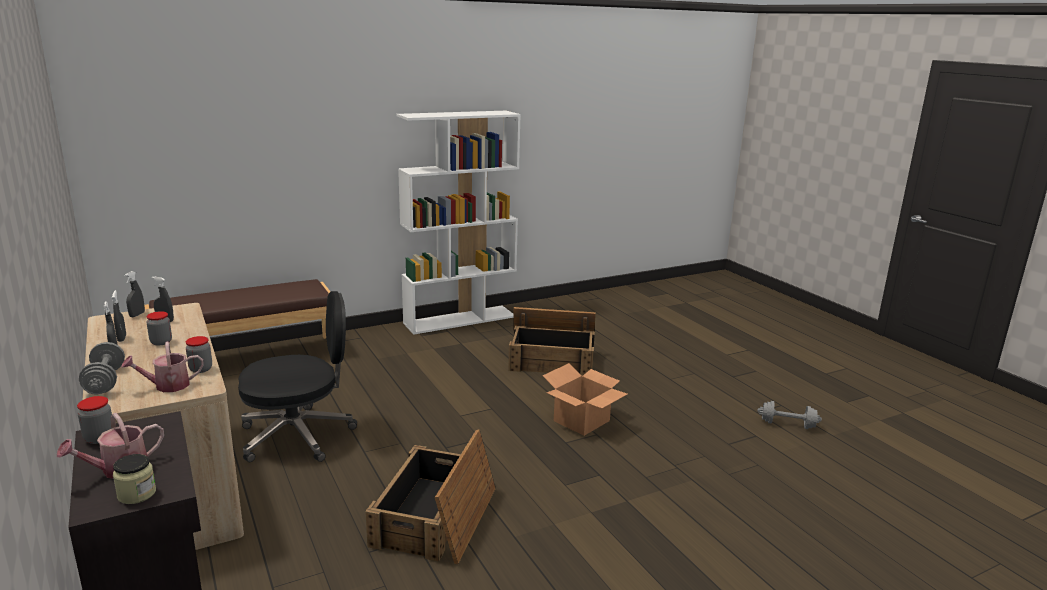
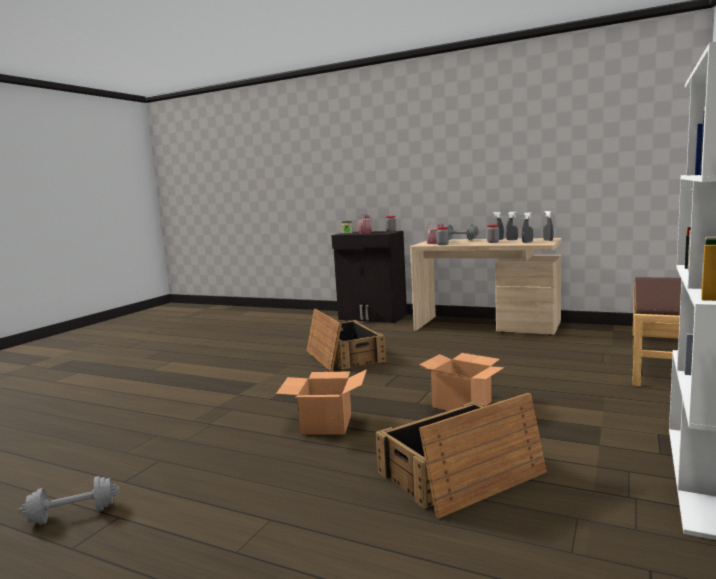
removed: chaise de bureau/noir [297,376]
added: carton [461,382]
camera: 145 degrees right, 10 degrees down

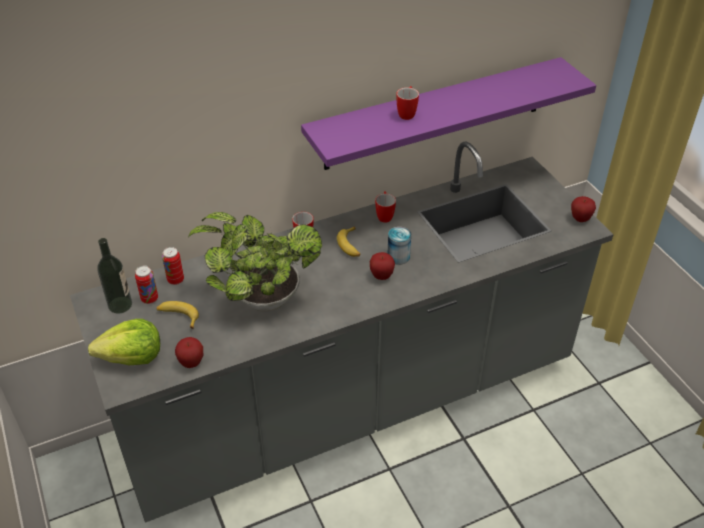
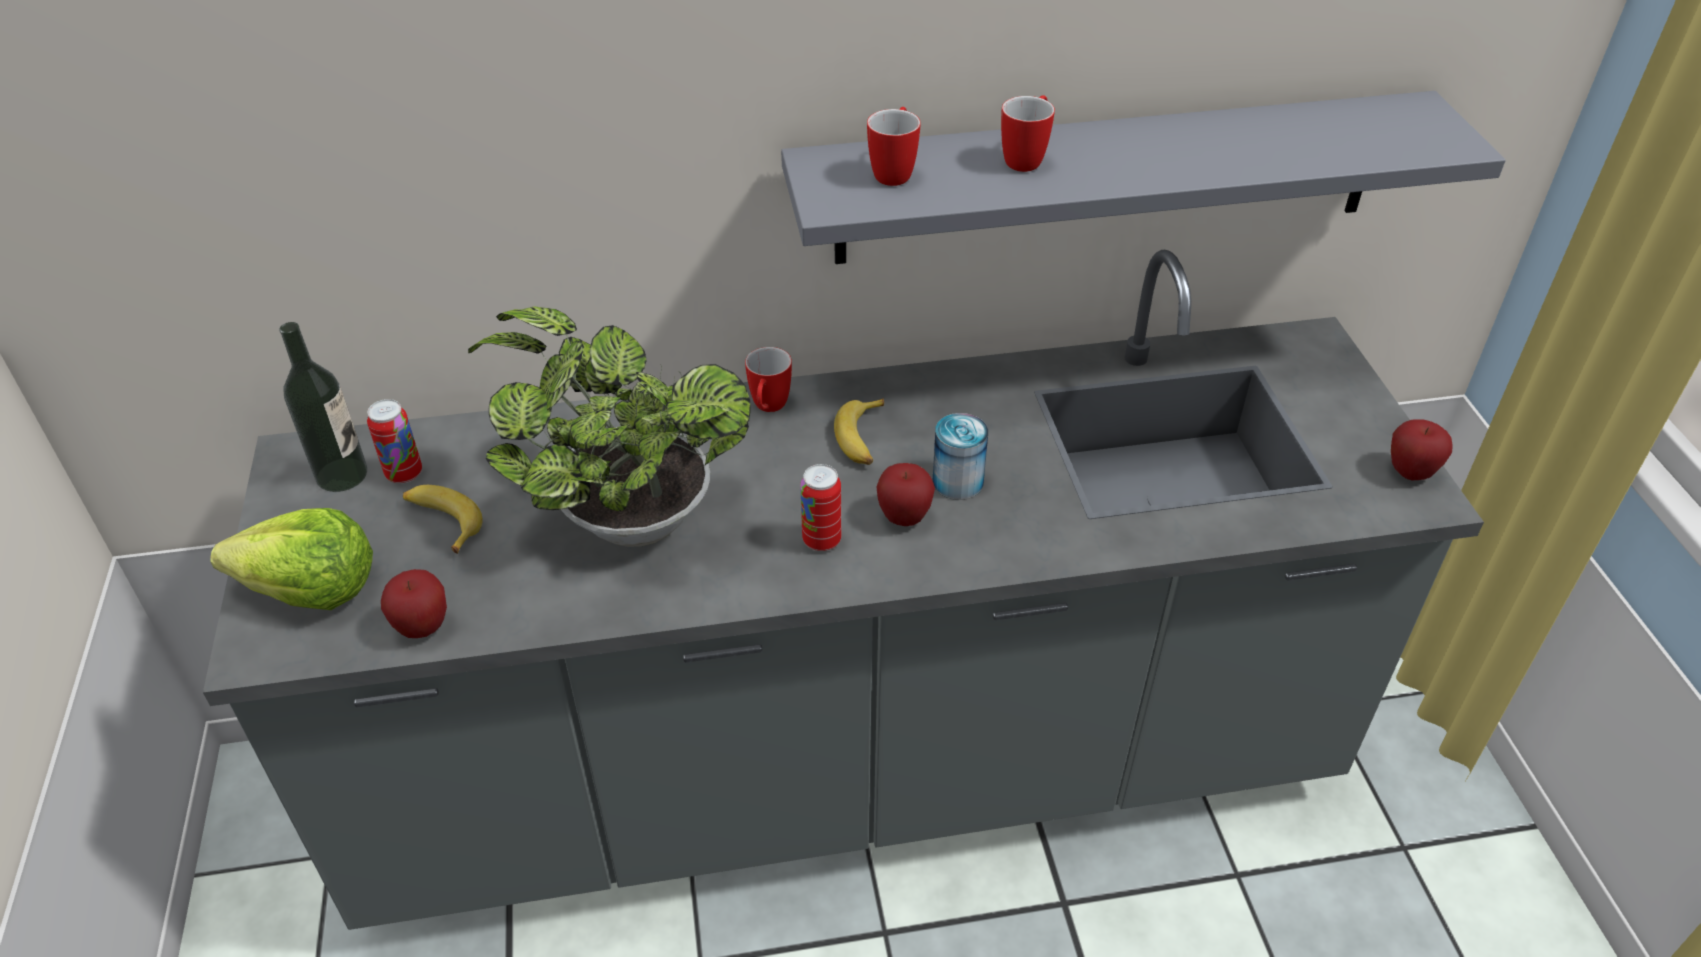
moved: boîte métallique [173,266] to [820,507]; mug [385,207] to [894,146]
recoloured: étagère/violet [448,113] to étagère/gris [1143,177]
camera: 15 degrees right, 0 degrees up

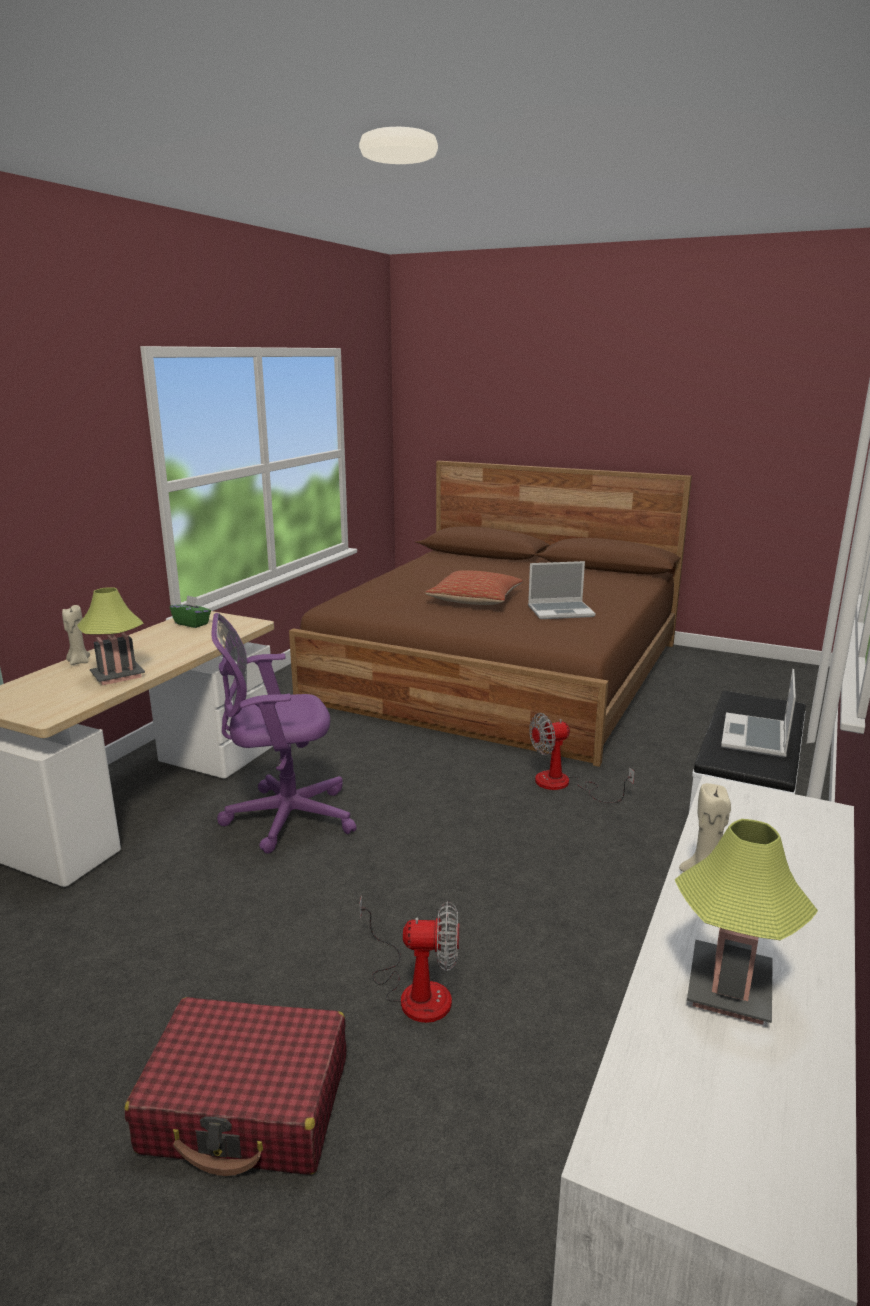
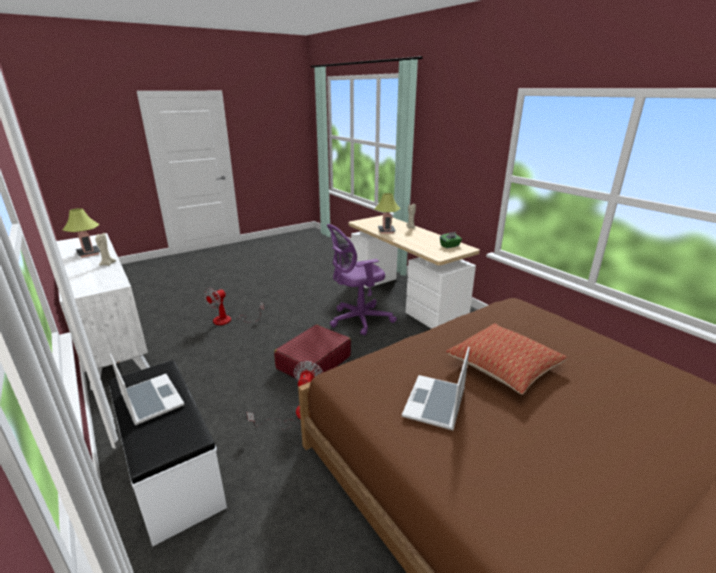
moved: valise/rouge [235,1086] to [312,351]
turned: chaise de bureau/violet [284,733] = [362,280] 135 degrees counterclockwise
camera: 120 degrees right, 5 degrees up

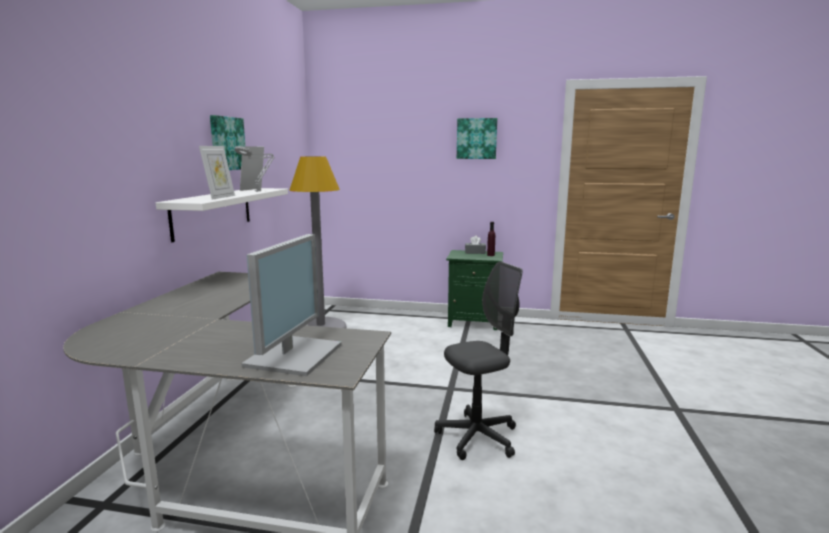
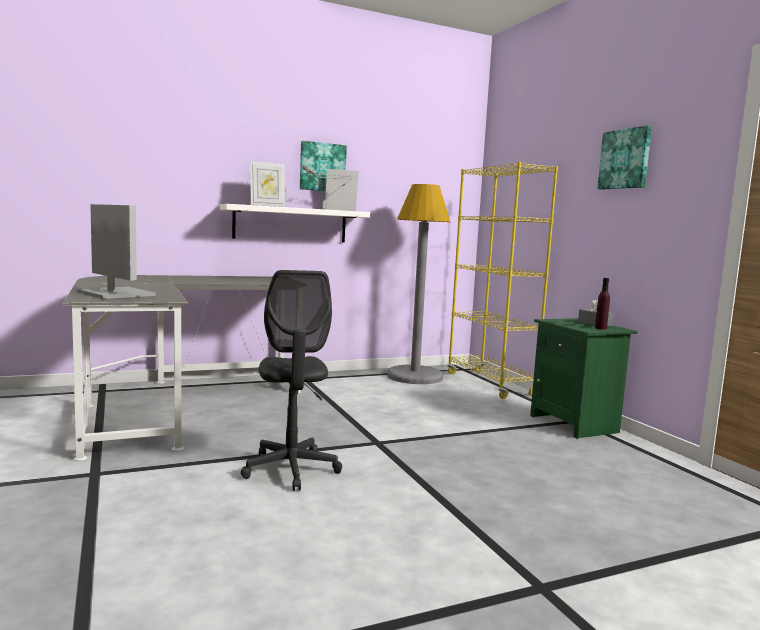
added: bibliothèque/jaune [502,280]
turned: écran d'ordinateur [291,305] = [116,251] 120 degrees counterclockwise; chaise de bureau/gris [478,360] = [291,380] 45 degrees clockwise
camera: 55 degrees right, 5 degrees down

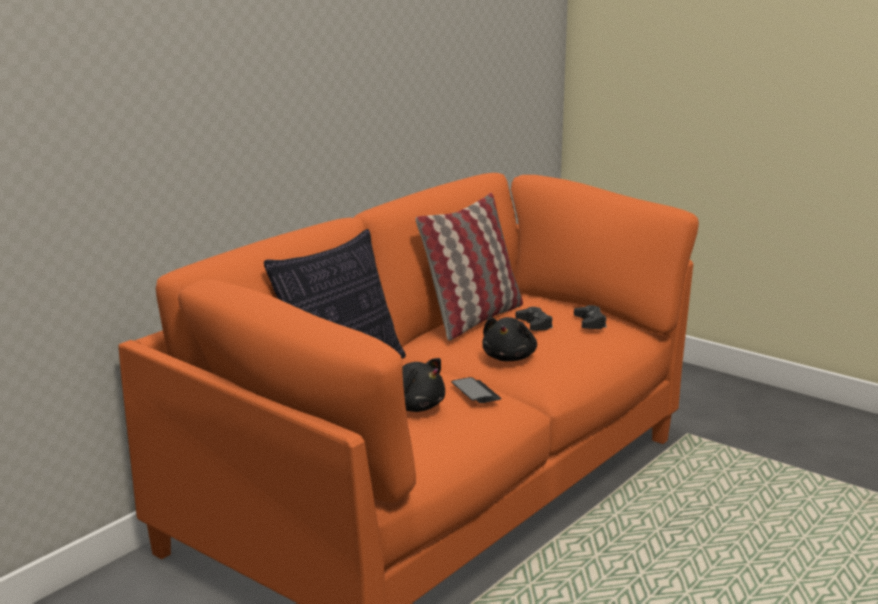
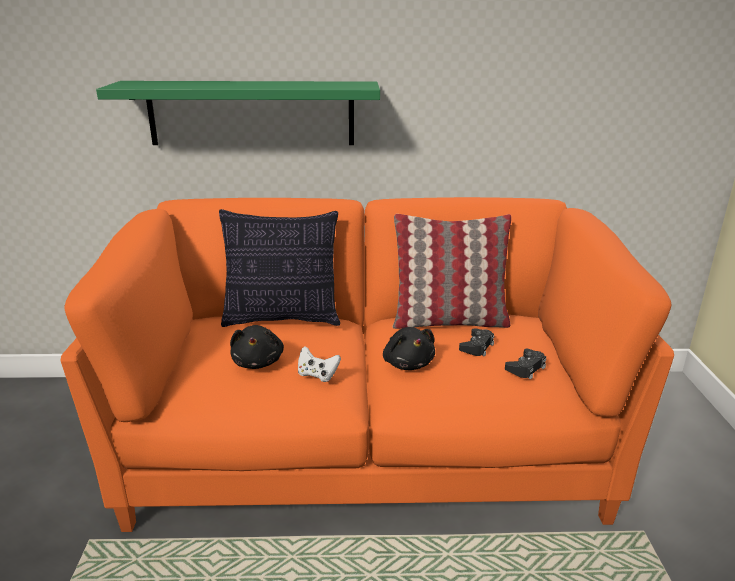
added: étagère/vert [238,113]
replaced: téléphone [476,390] to manette/blanc [319,364]
turned: peluche/noir [509,339] = [409,348] 90 degrees counterclockwise
camera: 50 degrees right, 5 degrees up

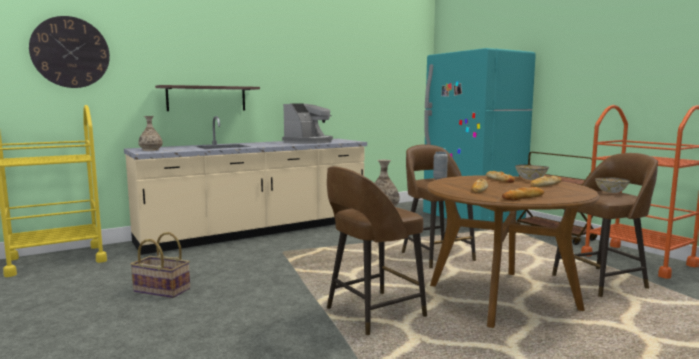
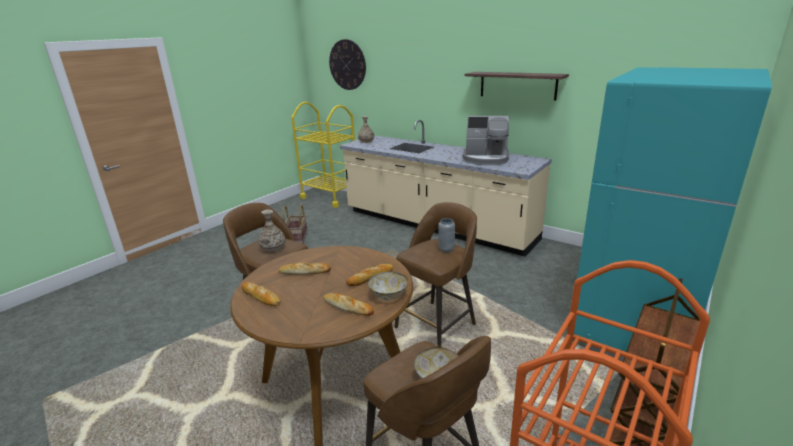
moved: étagère [207,98] to [517,86]
camera: 70 degrees right, 15 degrees up

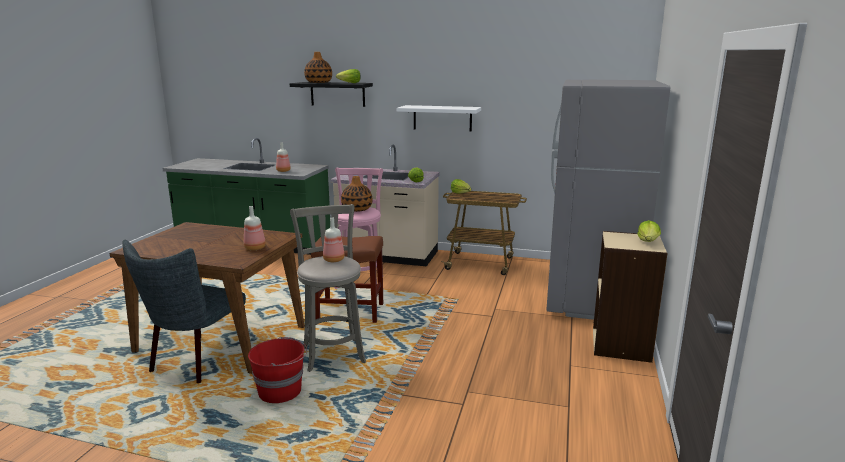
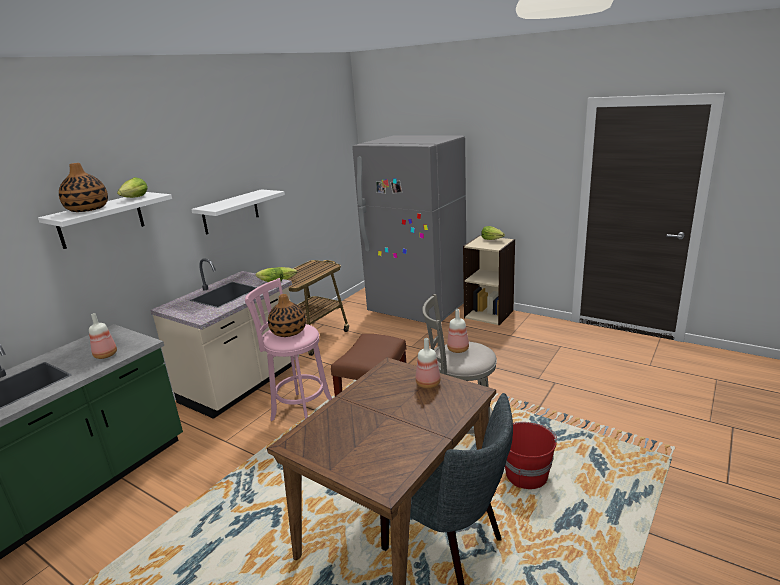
recoloured: étagère/noir [331,94] to étagère/blanc [105,220]
camera: 70 degrees left, 5 degrees up

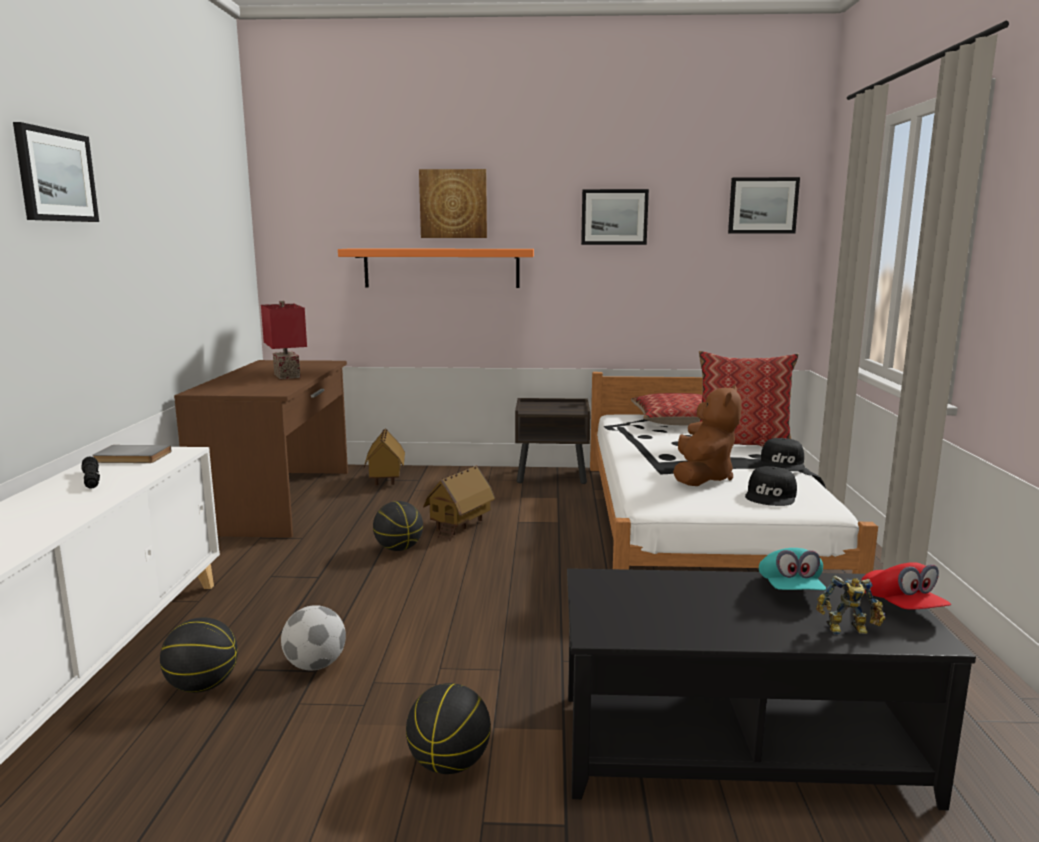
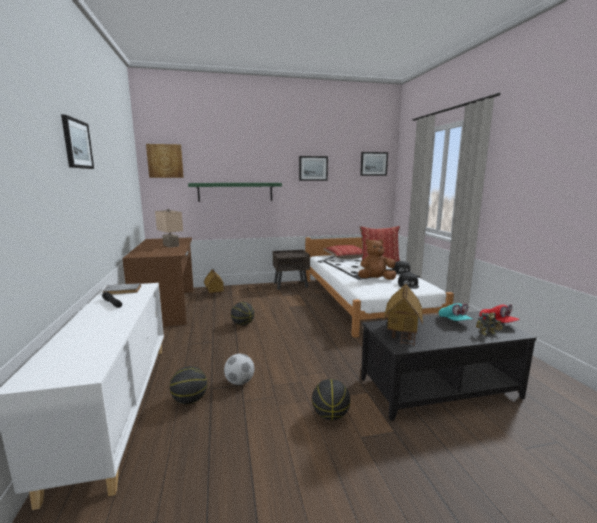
moved: tableau [453,203] to [165,161]; maison miniature [459,503] to [403,315]
recoloured: lampe de table/rouge [284,340] to lampe de table/beige [169,228]; étagère/orange [436,268] to étagère/vert [235,192]
turned: peluche/marron [707,435] = [377,259] 105 degrees counterclockwise
camera: 15 degrees left, 0 degrees up

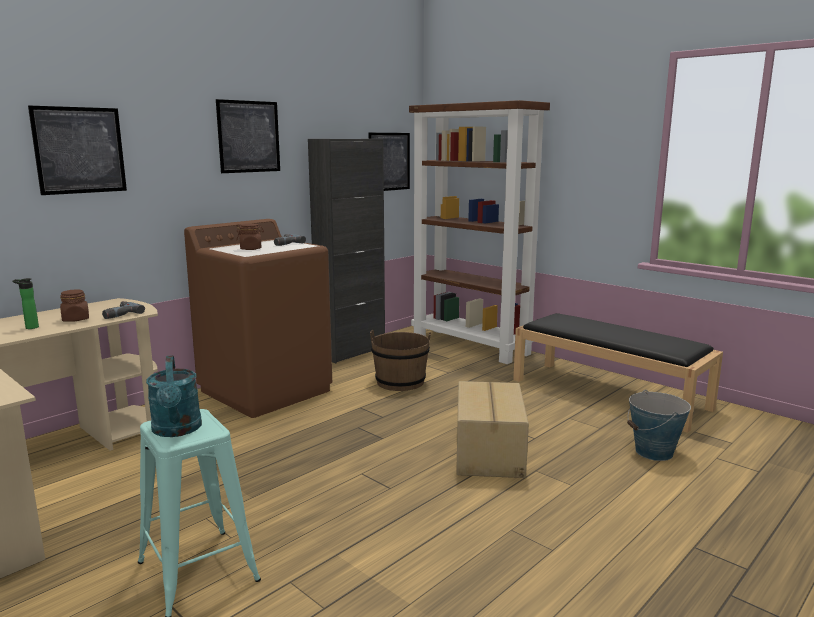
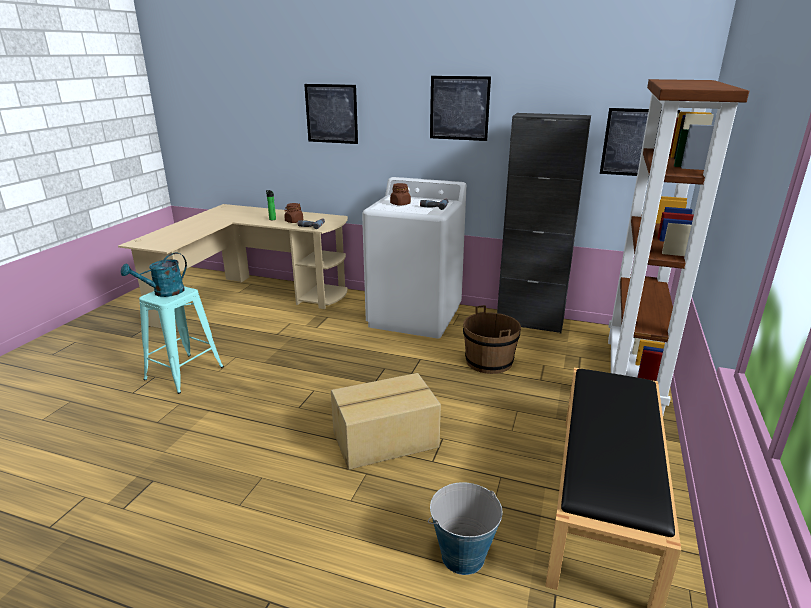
recoloured: lave-linge/marron [258,318] to lave-linge/blanc [414,258]
camera: 65 degrees right, 10 degrees up

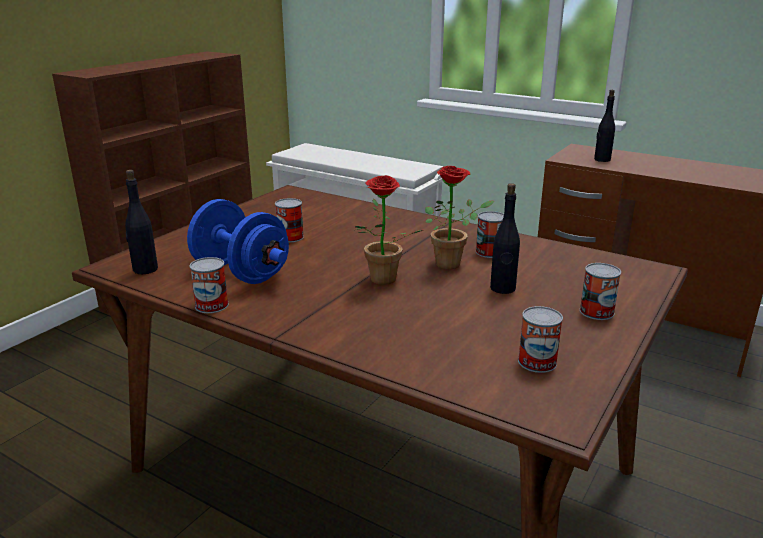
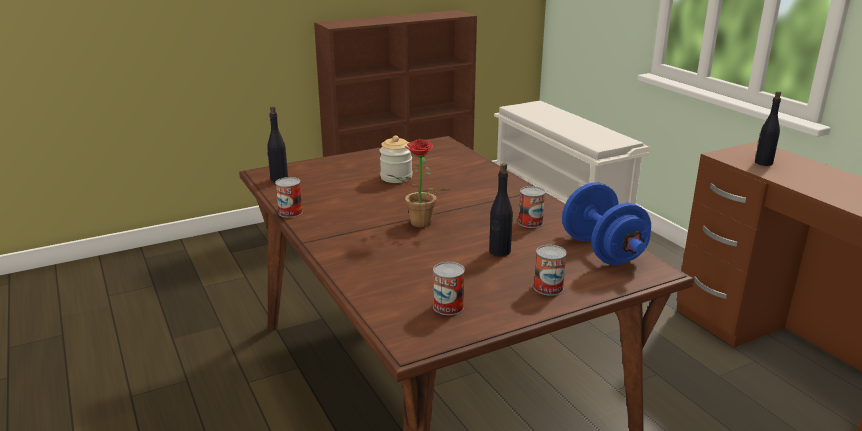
removed: plante en pot [459,217]
moved: haltère/bleu [238,241] to [606,223]
replaced: boîte métallique [289,220] to bocal [396,159]
camera: 30 degrees right, 0 degrees up

